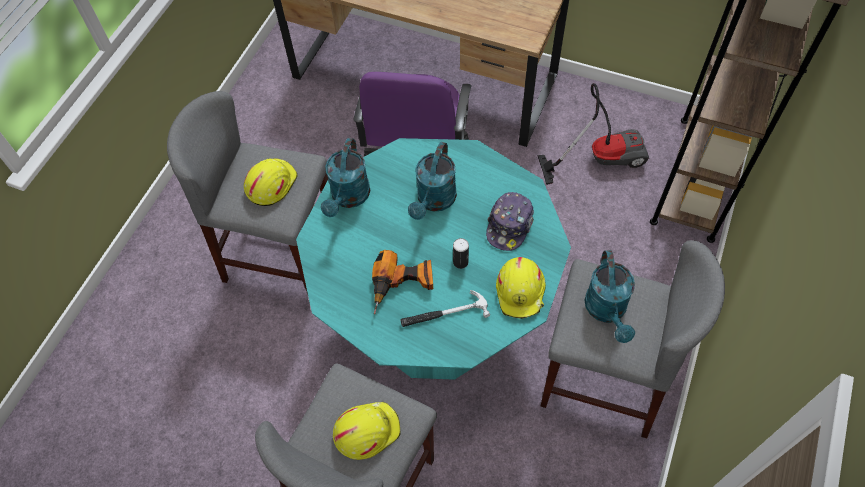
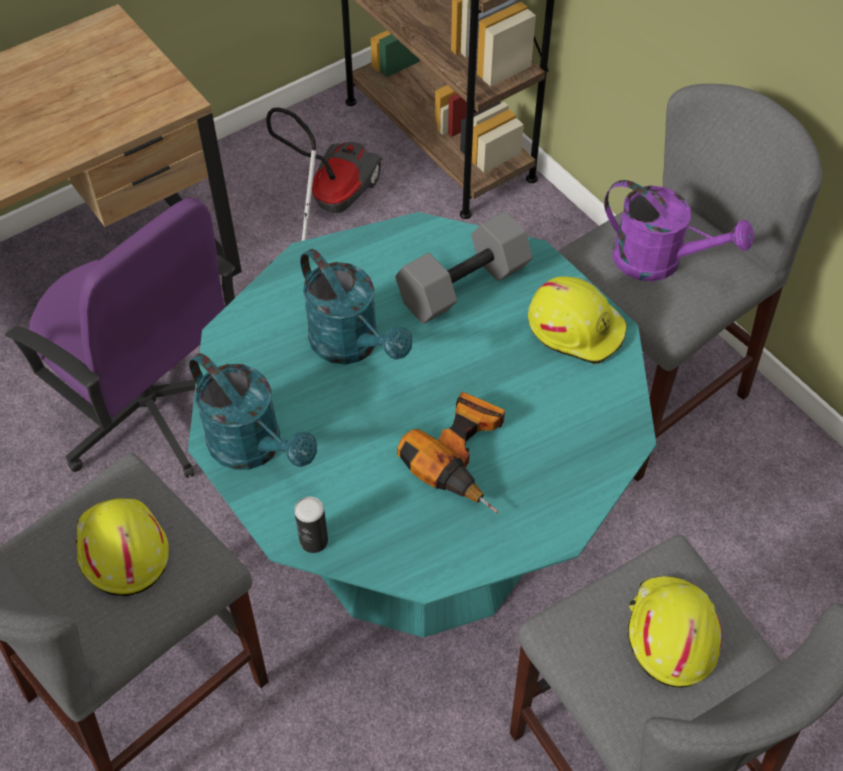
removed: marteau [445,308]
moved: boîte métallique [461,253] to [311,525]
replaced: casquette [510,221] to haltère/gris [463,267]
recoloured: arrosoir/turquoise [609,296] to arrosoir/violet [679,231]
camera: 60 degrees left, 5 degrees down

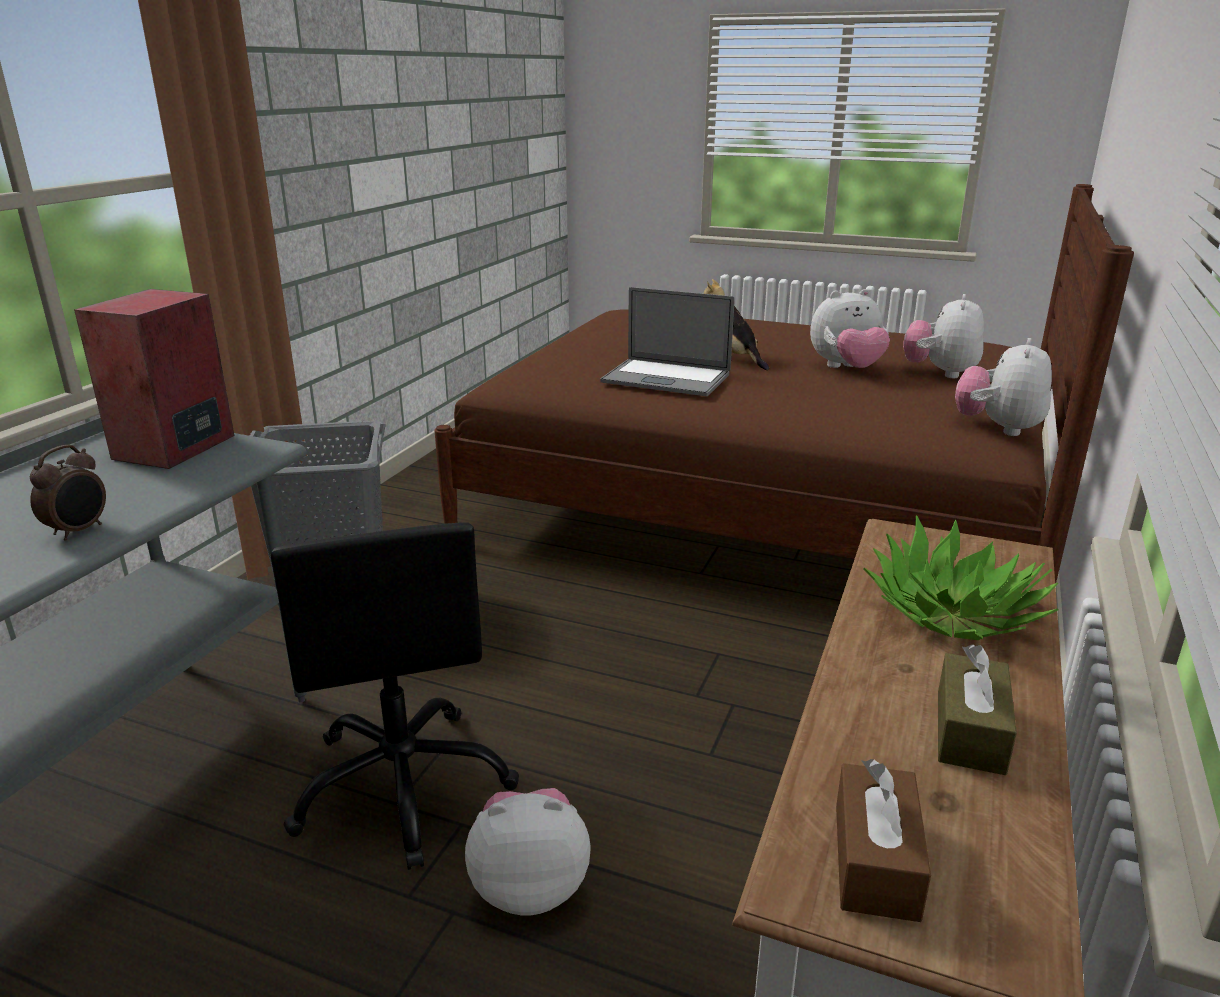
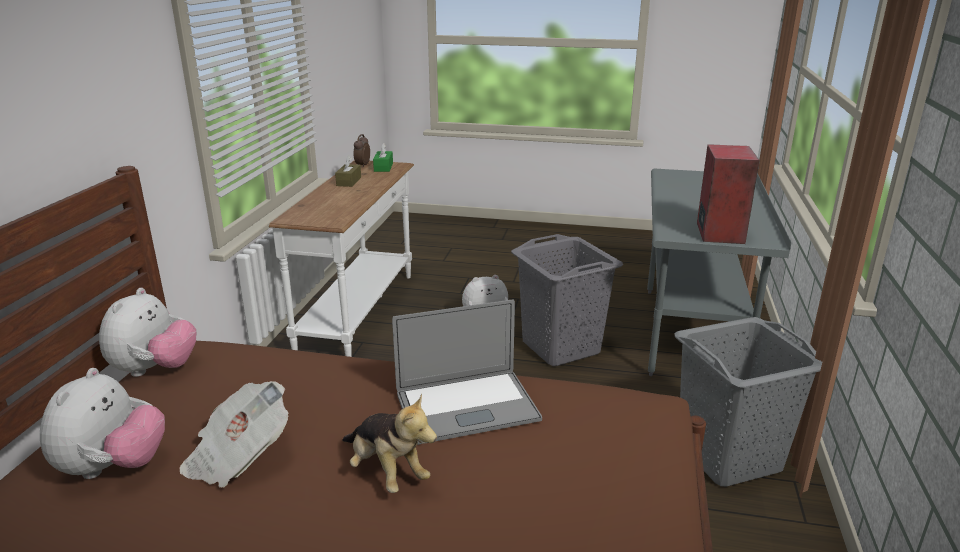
removed: plante en pot [960,578]
moved: réveil [68,493] to [361,150]
replaced: peluche [850,328] to journal [234,434]; chaise de bureau/noir [395,696] to panier à linge/gris [567,300]
recoloured: boîte à mouchoirs/marron [883,840] to boîte à mouchoirs/vert [383,157]
turned: ordinateur portable [667,341] = [467,372] 150 degrees clockwise
camera: 170 degrees right, 0 degrees up

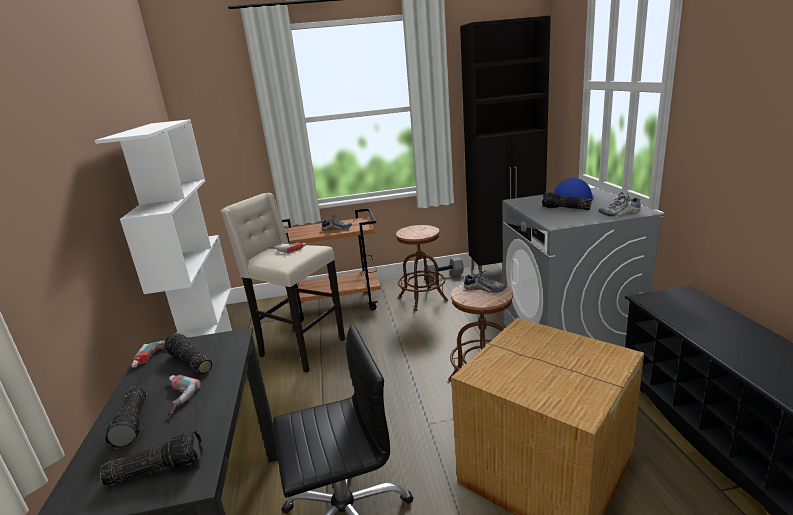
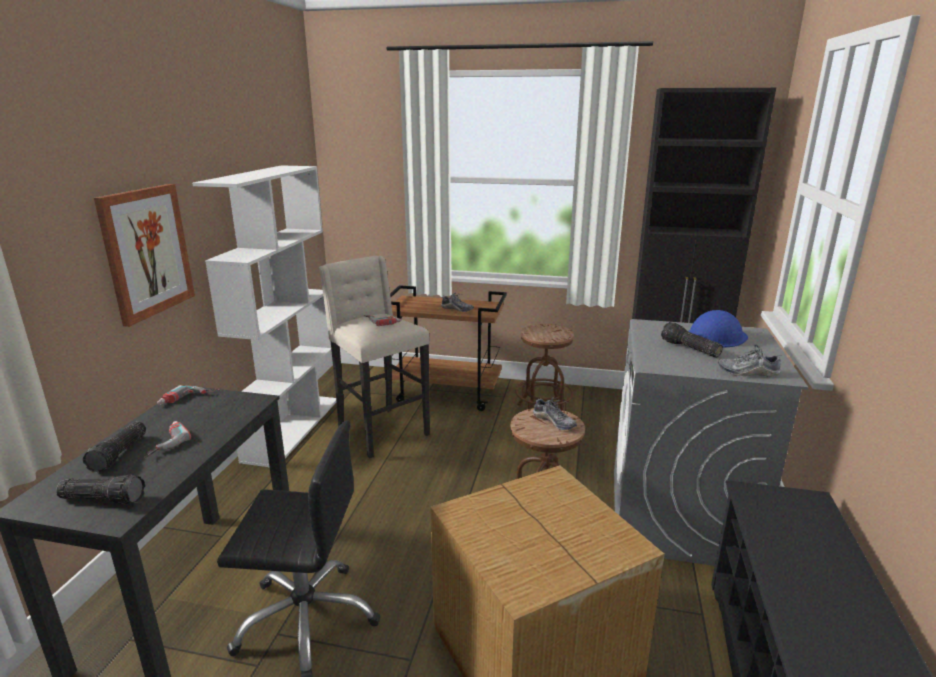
removed: lampe de poche [188,353]; haltère/gris [445,268]
added: tableau [144,255]
camera: 20 degrees right, 0 degrees up

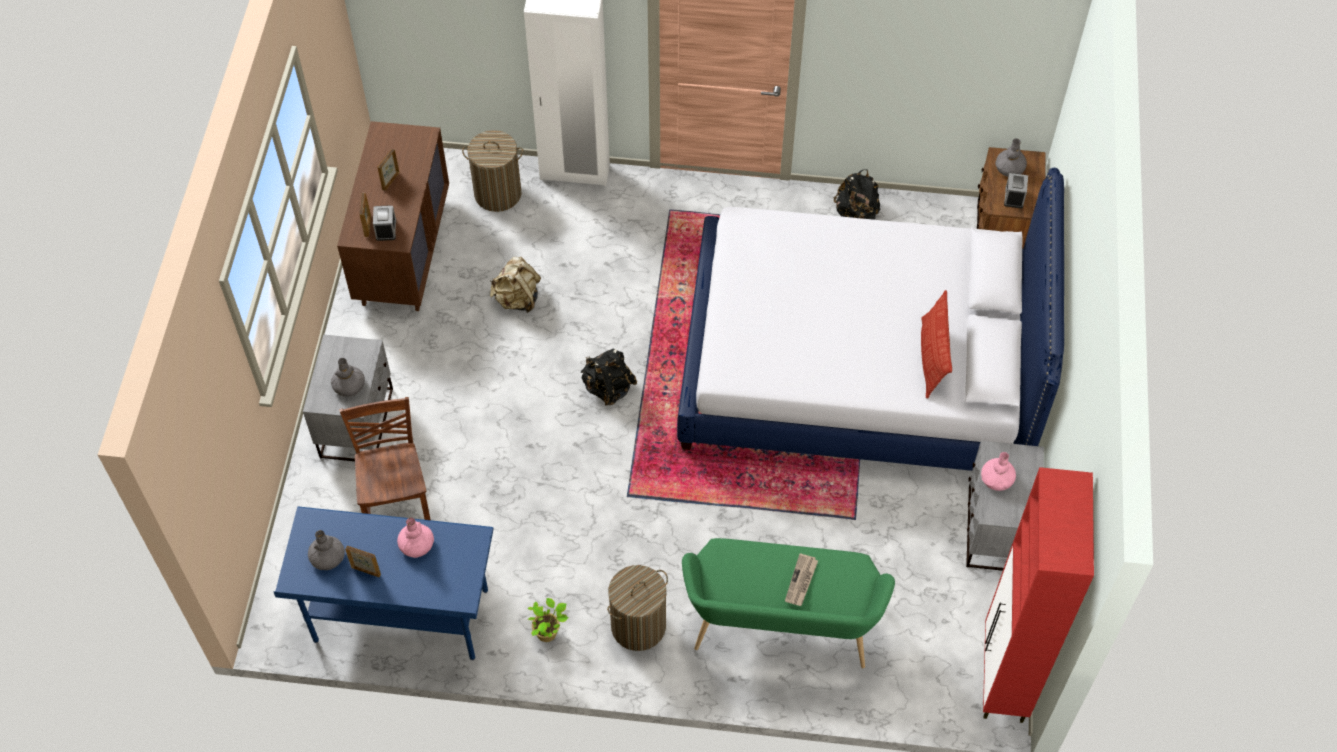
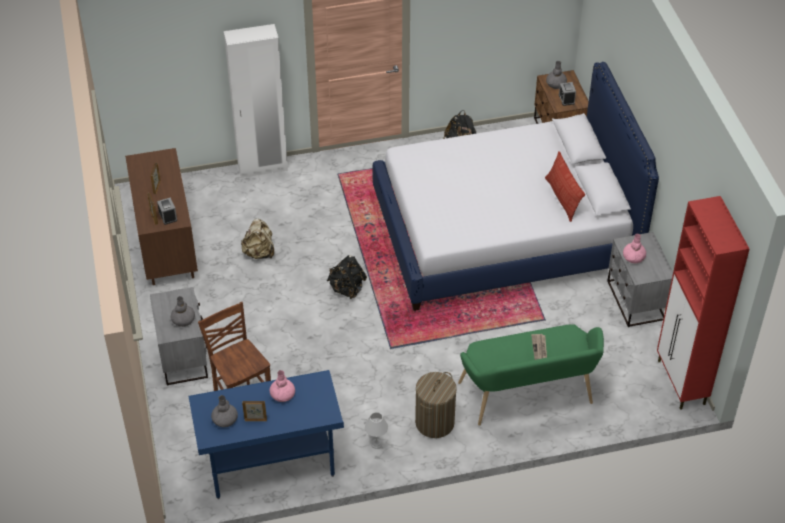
removed: panier à linge [492,171]
replaced: plante en pot [548,620] to lampe de table/blanc [376,430]
camera: 20 degrees left, 10 degrees down

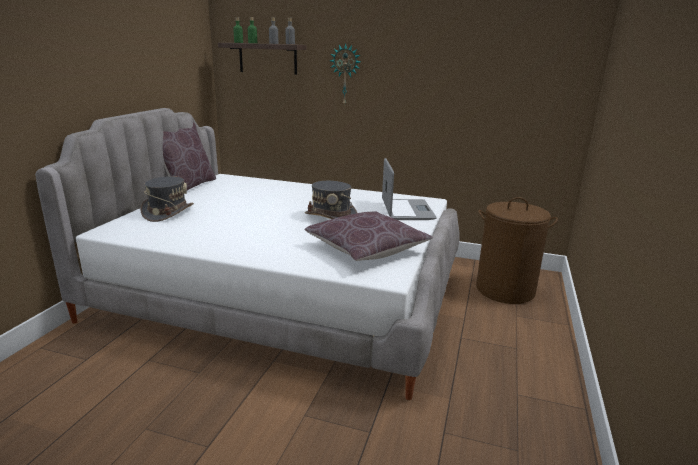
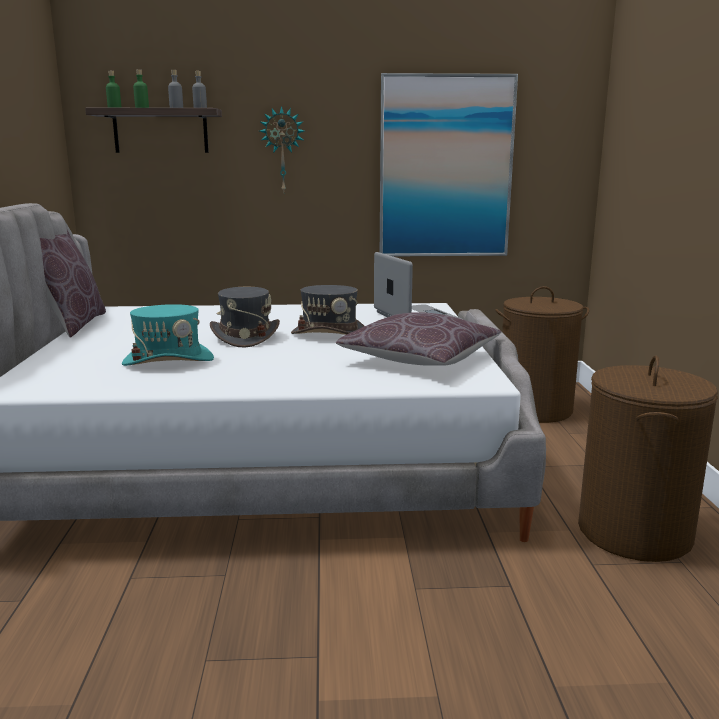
added: chapeau/turquoise [168,335]; tableau [449,164]; panier à linge/marron [648,458]
moved: chapeau/gris [167,199] to [245,317]
camera: 20 degrees left, 5 degrees down

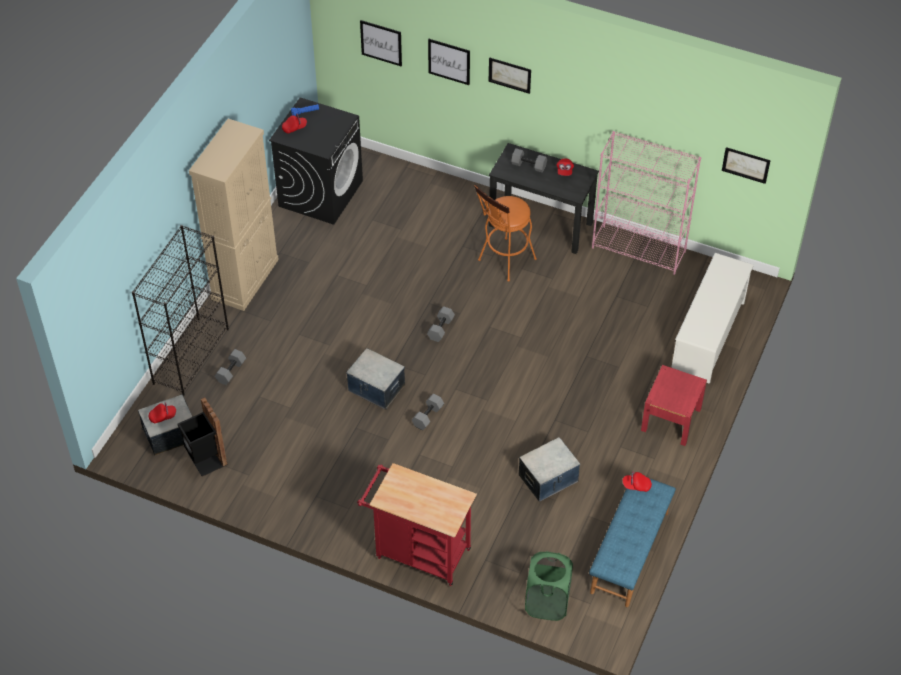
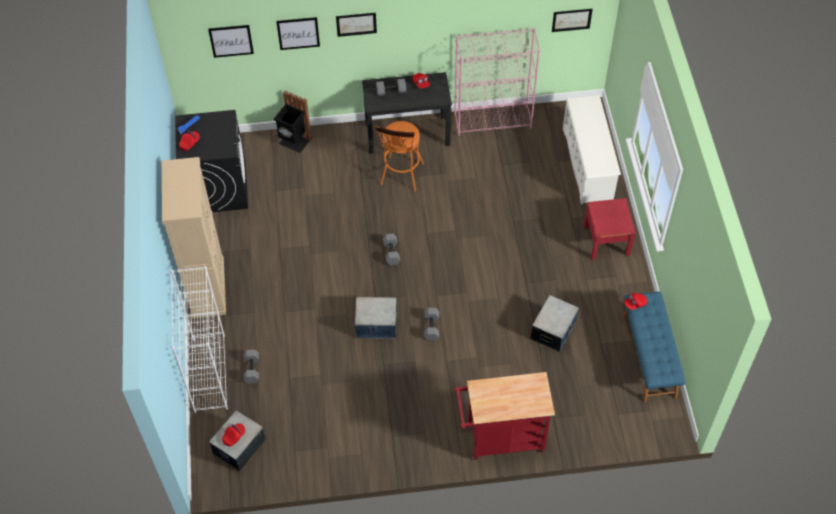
removed: panier à linge/vert [549,586]
moved: poubelle/noir [203,436] to [293,122]
recoloured: bibliothèque/noir [180,310] to bibliothèque/blanc [199,339]
camera: 30 degrees left, 5 degrees up

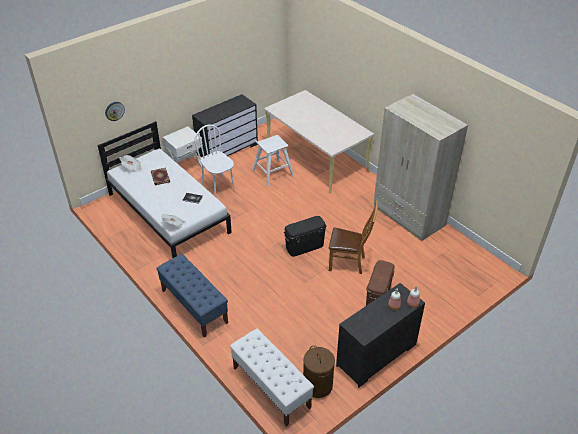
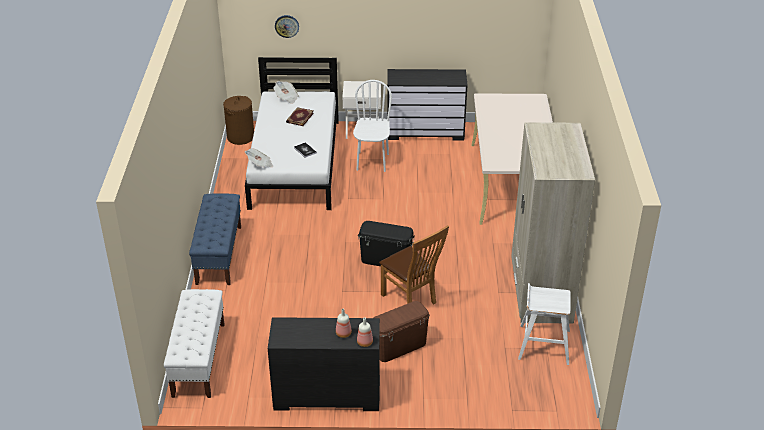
moved: panier à linge/marron [319,371] to [238,120]; tabouret/blanc [273,161] to [544,324]
camera: 40 degrees right, 5 degrees down

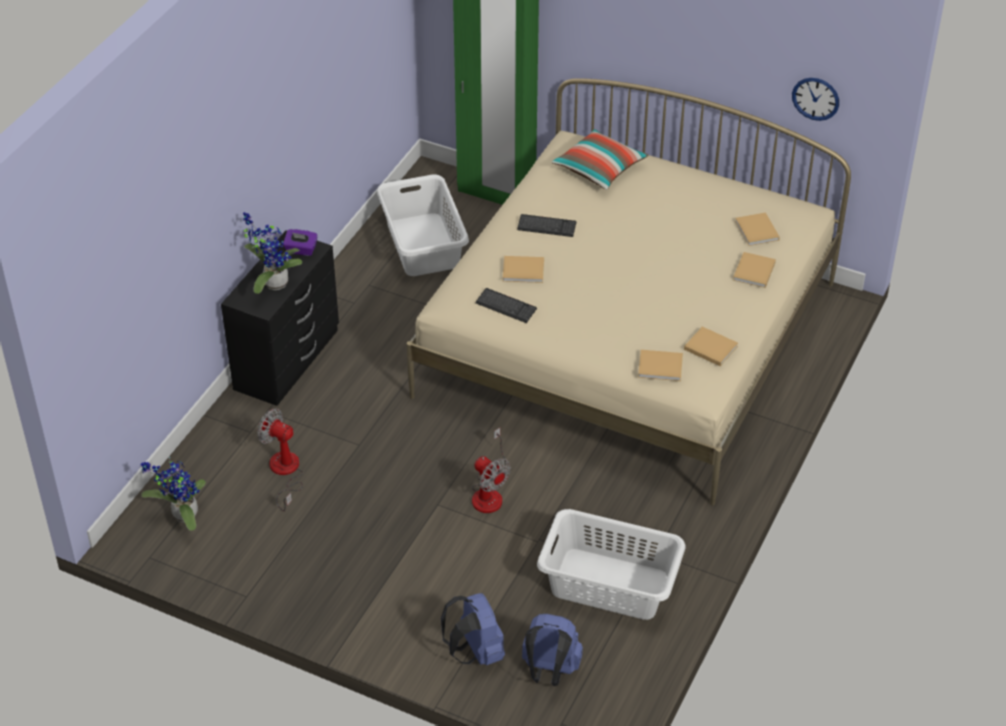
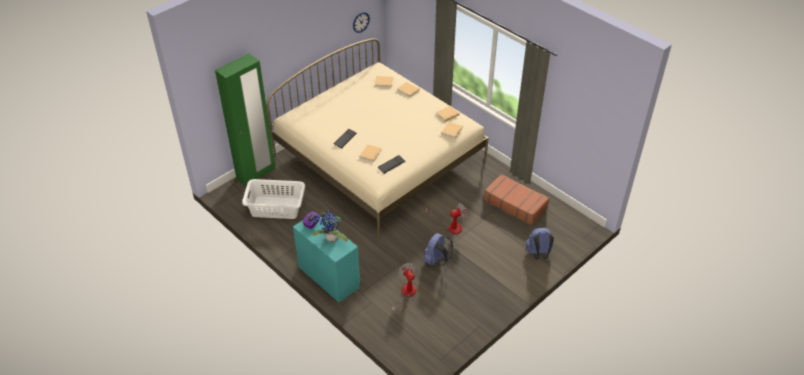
removed: plante en pot [173,494]; coussin [600,159]
moved: sac à dos/bleu [552,650] to [438,249]
replaced: panier à linge/blanc [611,564] to valise/marron [517,200]
recoloured: commode/noir [280,318] to commode/turquoise [326,257]
turned: ventilateur [280,459] = [404,288] 105 degrees clockwise
camera: 70 degrees left, 0 degrees up

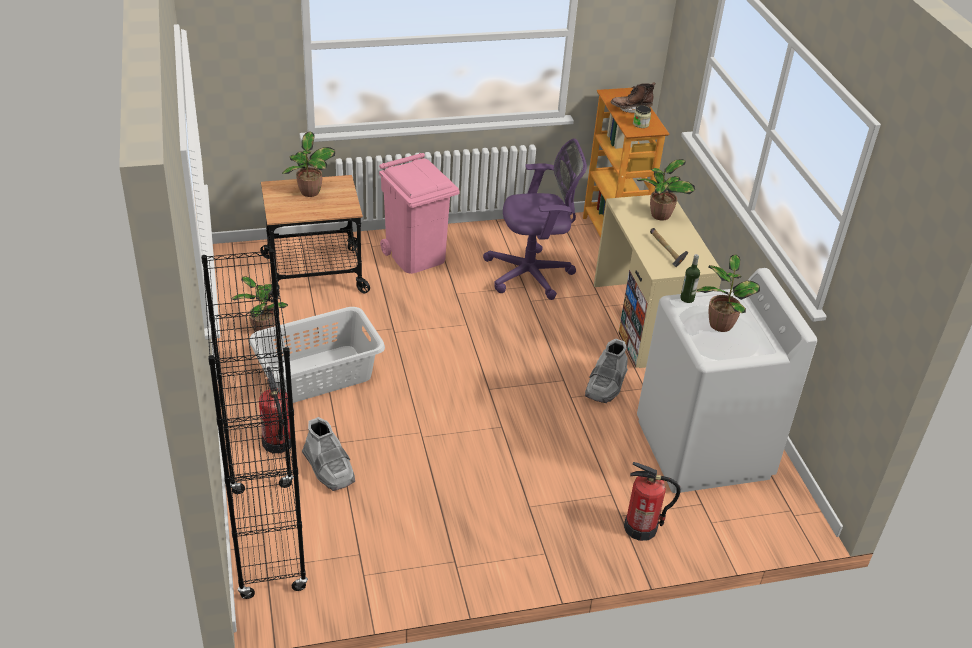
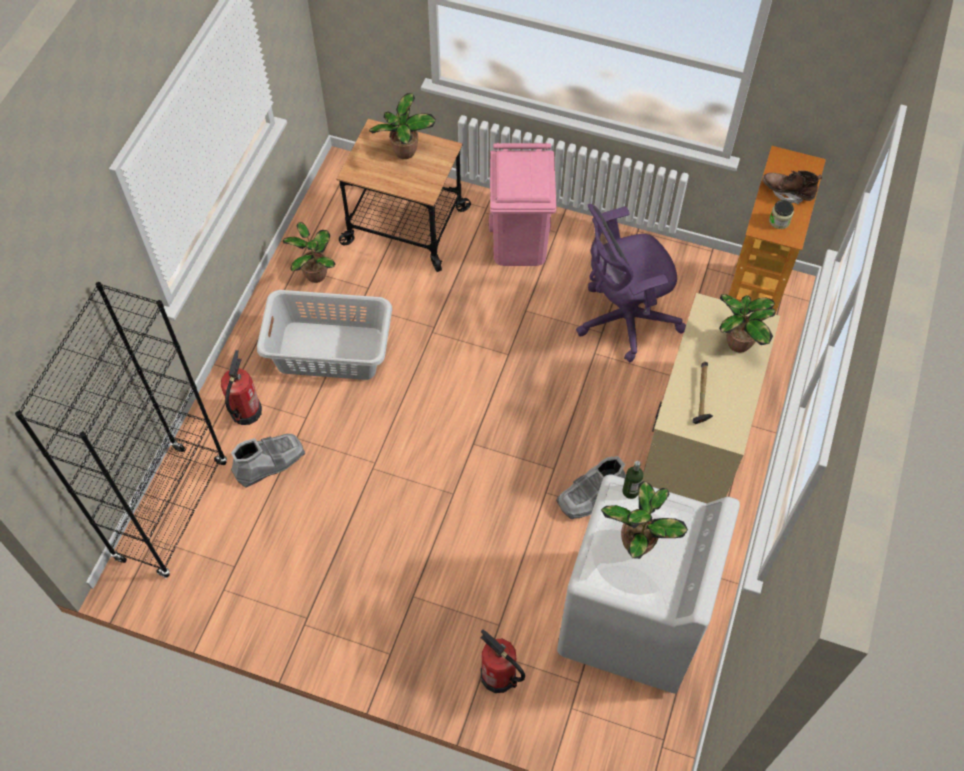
turned: botte/gris [328,454] = [268,461] 120 degrees counterclockwise; chaise de bureau/violet [535,219] = [631,283] 135 degrees clockwise
camera: 35 degrees right, 20 degrees up

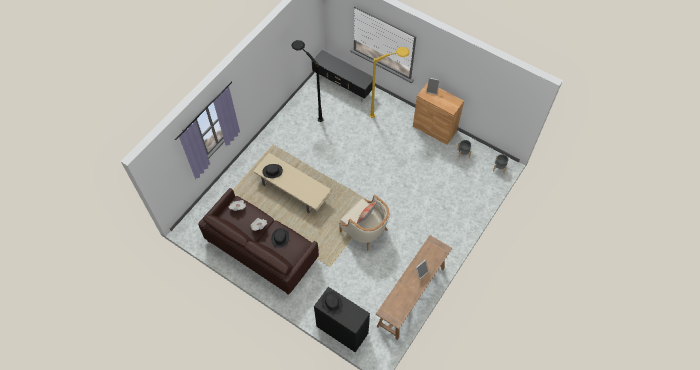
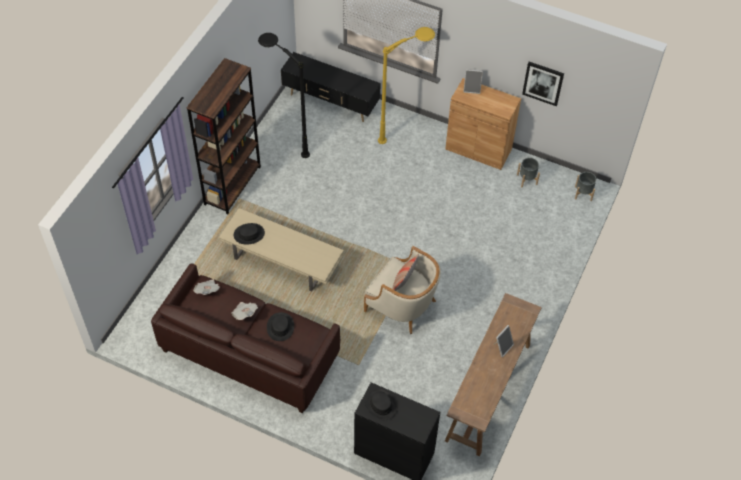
added: bibliothèque/marron [224,136]; tableau [543,84]
camera: 10 degrees left, 5 degrees down

